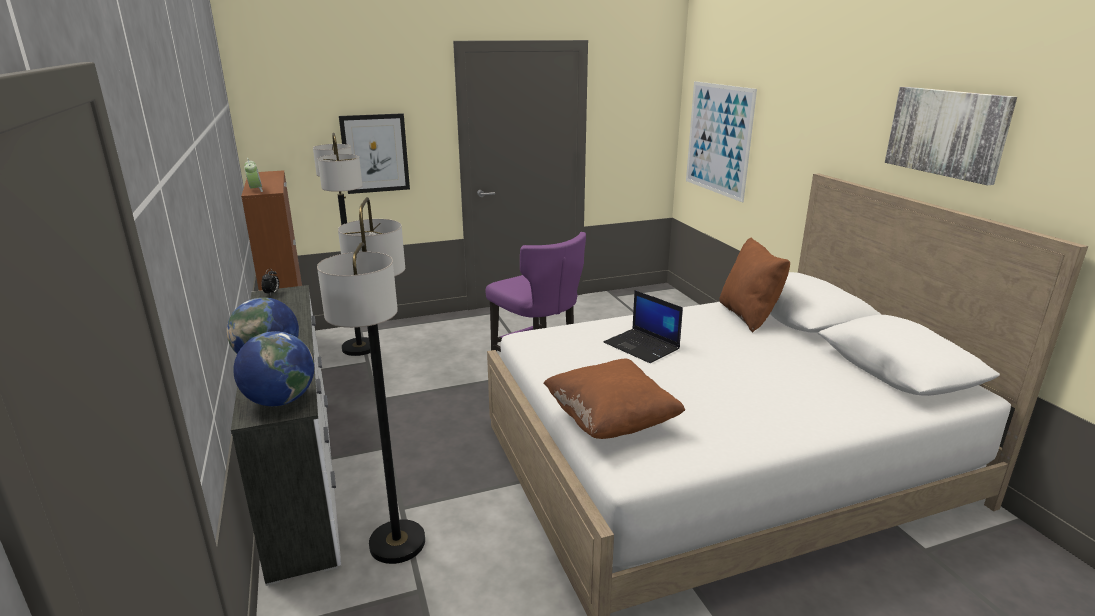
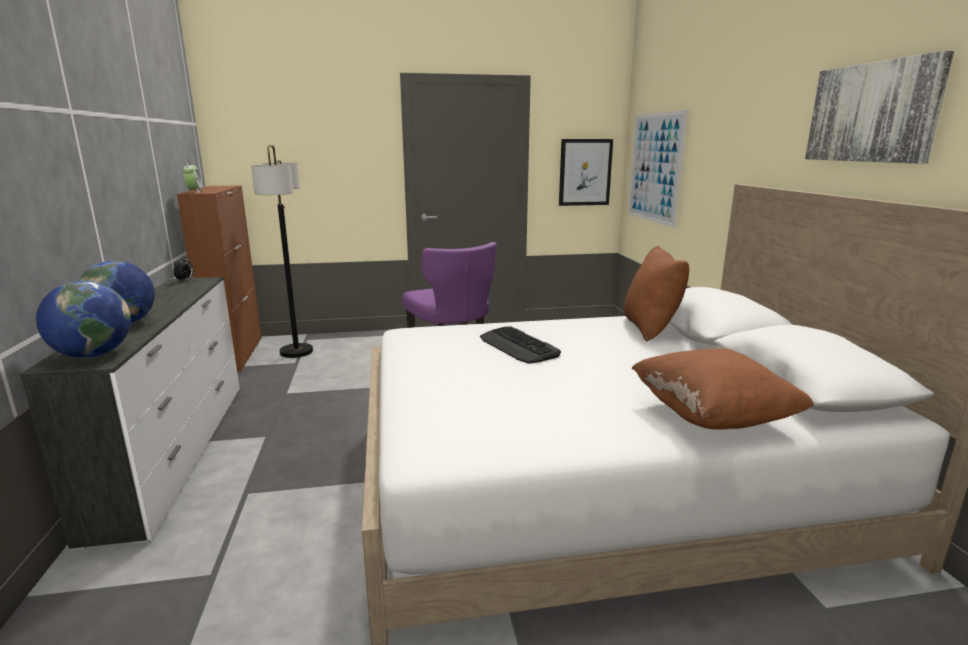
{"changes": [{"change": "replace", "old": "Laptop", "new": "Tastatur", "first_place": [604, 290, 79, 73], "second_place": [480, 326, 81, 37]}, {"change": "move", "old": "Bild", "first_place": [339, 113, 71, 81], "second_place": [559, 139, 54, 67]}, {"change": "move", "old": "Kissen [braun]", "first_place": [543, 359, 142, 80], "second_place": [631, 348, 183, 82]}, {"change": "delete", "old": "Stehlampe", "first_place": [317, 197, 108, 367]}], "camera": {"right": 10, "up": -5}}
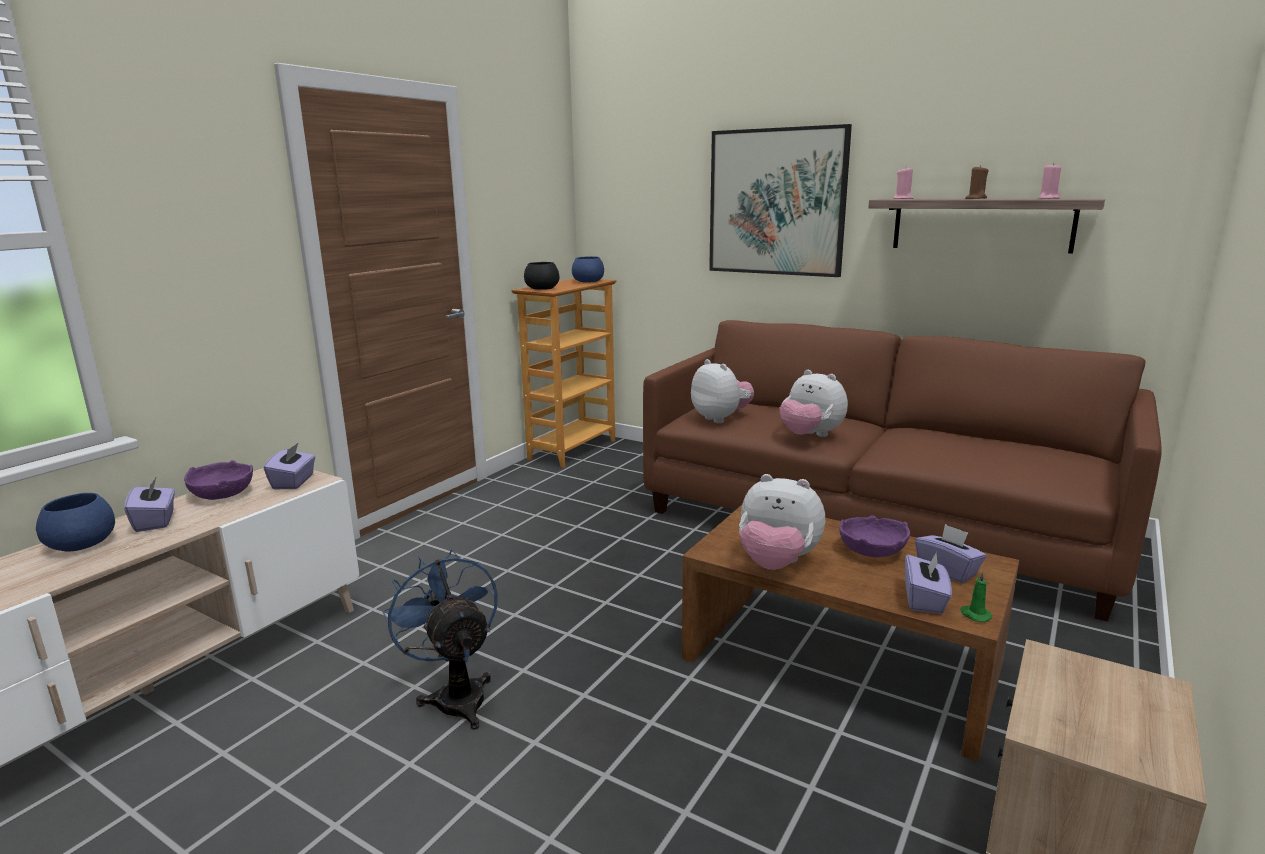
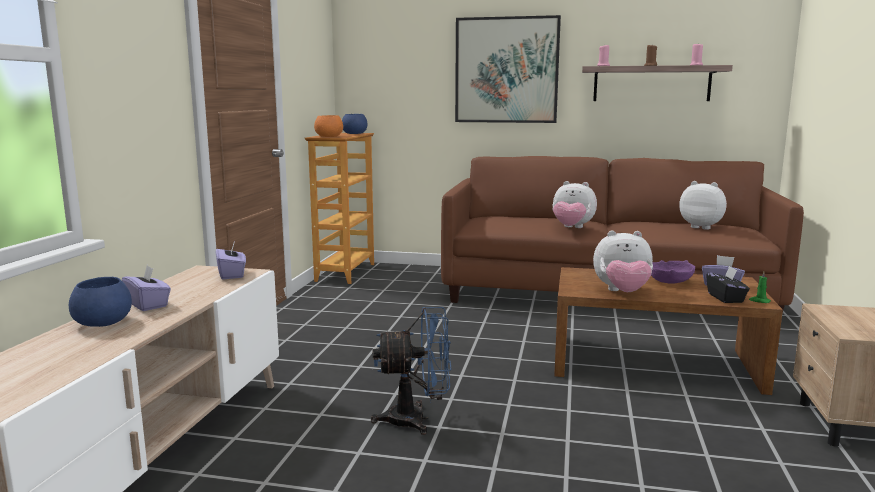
{"changes": [{"change": "recolor", "old": "Schüssel [schwarz]", "new": "Schüssel [orange]", "first_place": [524, 262, 35, 28], "second_place": [314, 115, 29, 22]}, {"change": "rotate", "old": "Ventilator [blau]", "first_place": [383, 550, 115, 179], "second_place": [371, 307, 80, 128], "degrees": 135}, {"change": "move", "old": "Plüschtier", "first_place": [691, 359, 63, 64], "second_place": [679, 181, 48, 49]}, {"change": "recolor", "old": "Taschentuchbox [lila]", "new": "Taschentuchbox [schwarz]", "first_place": [905, 552, 47, 62], "second_place": [706, 266, 44, 37]}, {"change": "delete", "old": "Schüssel [lila]", "first_place": [184, 460, 69, 40]}], "camera": {"right": -20, "up": -5}}
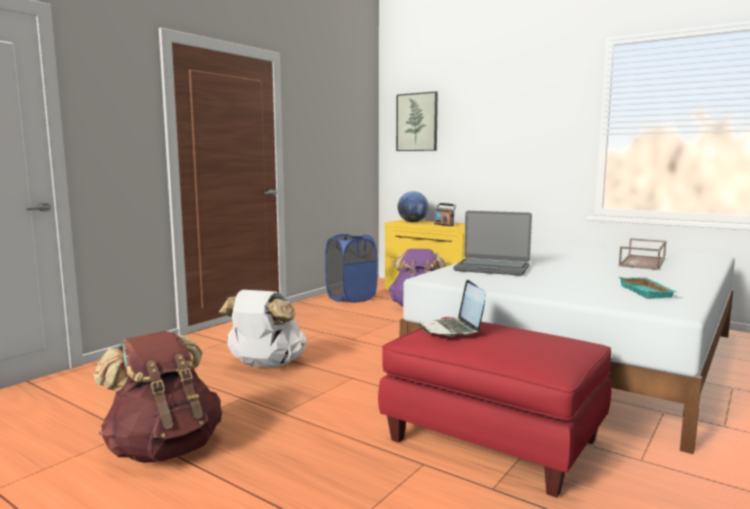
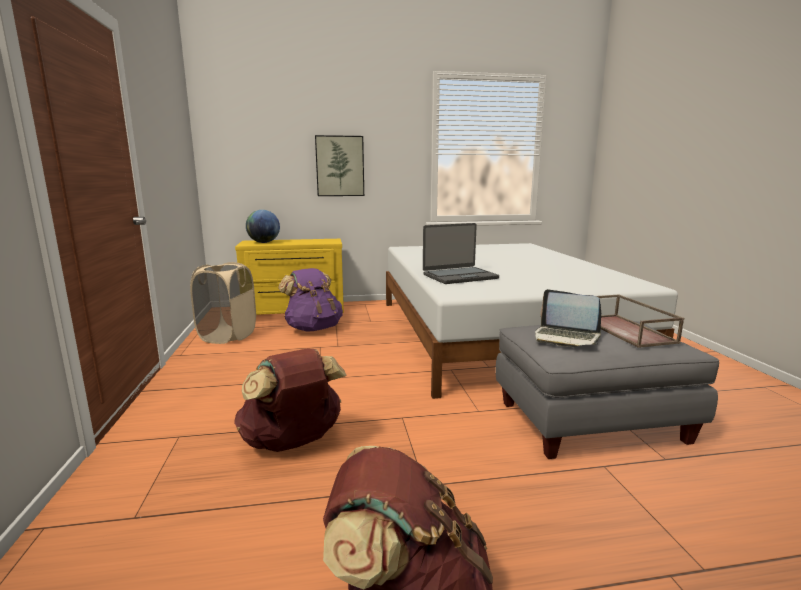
{"changes": [{"change": "recolor", "old": "Wäschekorb [blau]", "new": "Wäschekorb [beige]", "first_place": [325, 234, 52, 69], "second_place": [190, 262, 66, 82]}, {"change": "recolor", "old": "Rucksack [weiß]", "new": "Rucksack [braun]", "first_place": [219, 290, 88, 78], "second_place": [234, 348, 113, 104]}, {"change": "move", "old": "Bild", "first_place": [396, 92, 42, 59], "second_place": [315, 135, 49, 61]}, {"change": "recolor", "old": "Polsterhocker [rot]", "new": "Polsterhocker [grau]", "first_place": [378, 317, 234, 181], "second_place": [495, 321, 224, 138]}, {"change": "move", "old": "Tablett [braun]", "first_place": [619, 238, 47, 32], "second_place": [597, 294, 87, 54]}, {"change": "delete", "old": "Radio", "first_place": [434, 203, 22, 23]}, {"change": "delete", "old": "Tablett [türkis]", "first_place": [619, 277, 58, 22]}], "camera": {"right": -45, "up": 5}}
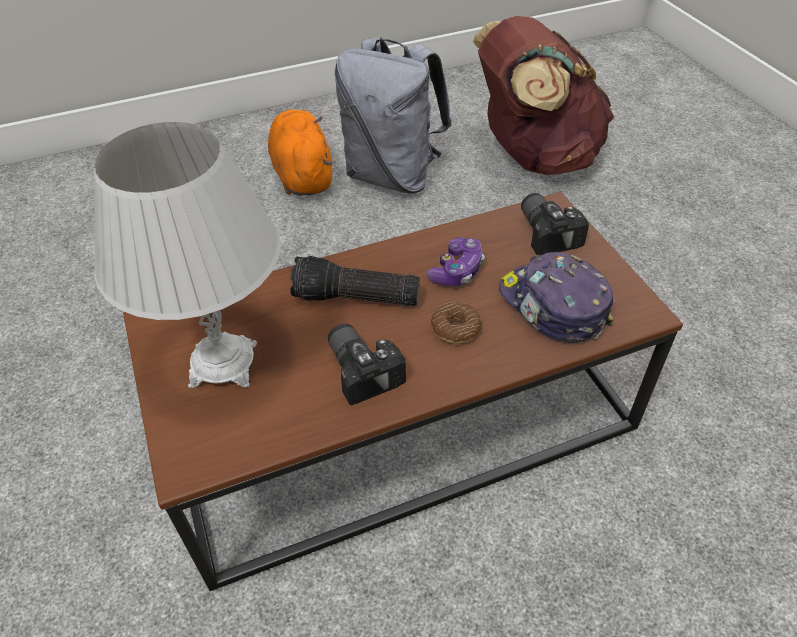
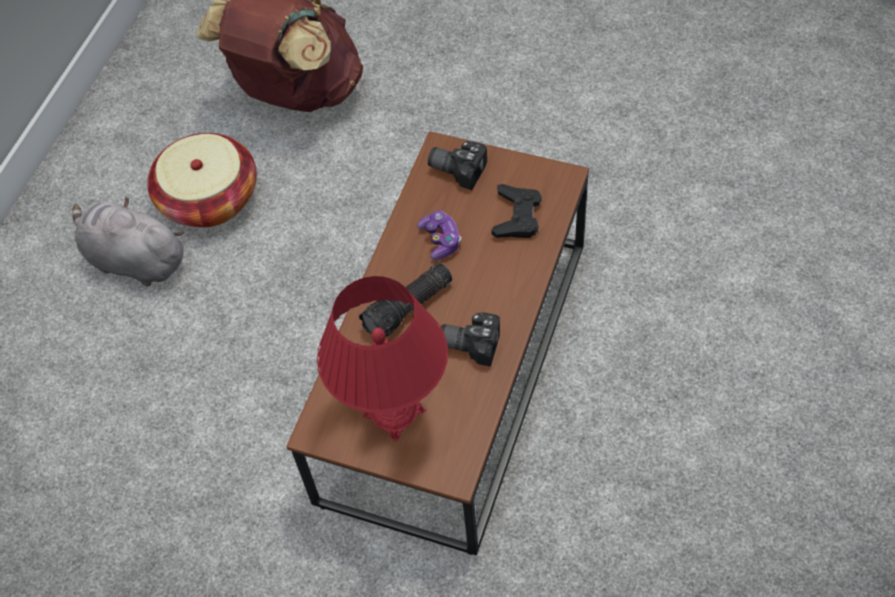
{"changes": [{"change": "recolor", "old": "Plüschtier [orange]", "new": "Plüschtier [grau]", "first_place": [268, 110, 64, 86], "second_place": [72, 197, 112, 89]}, {"change": "replace", "old": "Rucksack [grau]", "new": "Korb", "first_place": [335, 37, 117, 156], "second_place": [147, 133, 110, 94]}, {"change": "recolor", "old": "Tischlampe [weiß]", "new": "Tischlampe [rot]", "first_place": [94, 122, 187, 266], "second_place": [317, 276, 131, 166]}, {"change": "replace", "old": "Kappe", "new": "Gamepad [schwarz]", "first_place": [499, 252, 115, 91], "second_place": [491, 184, 50, 54]}, {"change": "delete", "old": "Donut", "first_place": [431, 302, 50, 42]}], "camera": {"right": -45, "up": 10}}
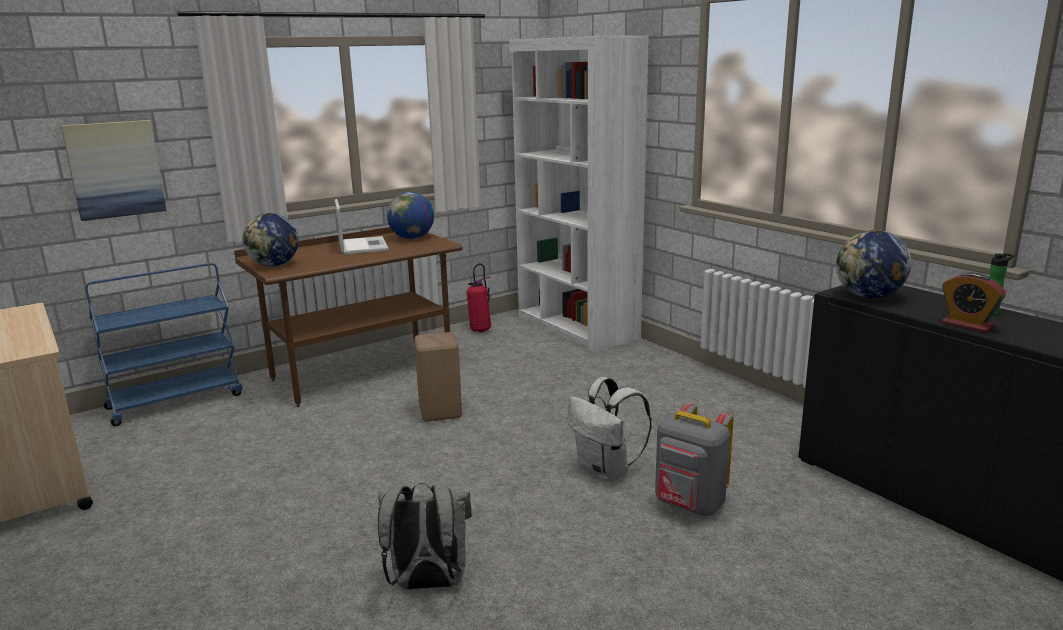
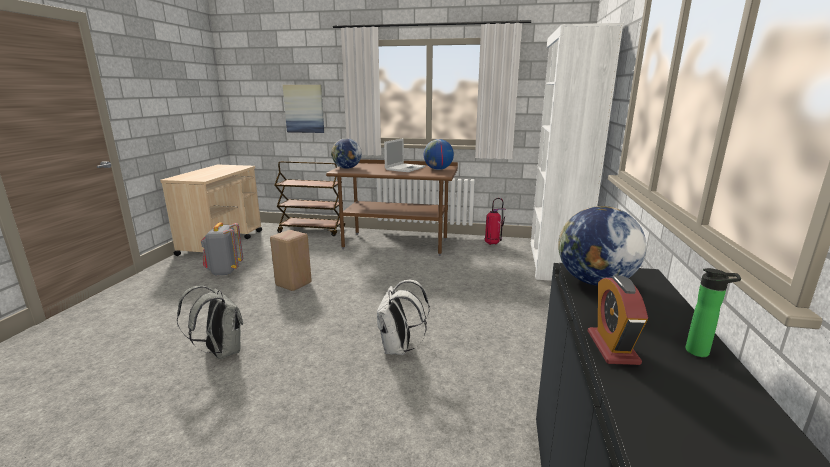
{"changes": [{"change": "move", "old": "Rucksack [grau]", "first_place": [655, 403, 78, 113], "second_place": [201, 222, 43, 54]}, {"change": "move", "old": "Hocker [beige]", "first_place": [414, 332, 48, 90], "second_place": [270, 230, 42, 61]}, {"change": "recolor", "old": "Rollwagen [blau]", "new": "Rollwagen [braun]", "first_place": [85, 263, 157, 163], "second_place": [274, 161, 71, 75]}], "camera": {"right": 45, "up": 0}}
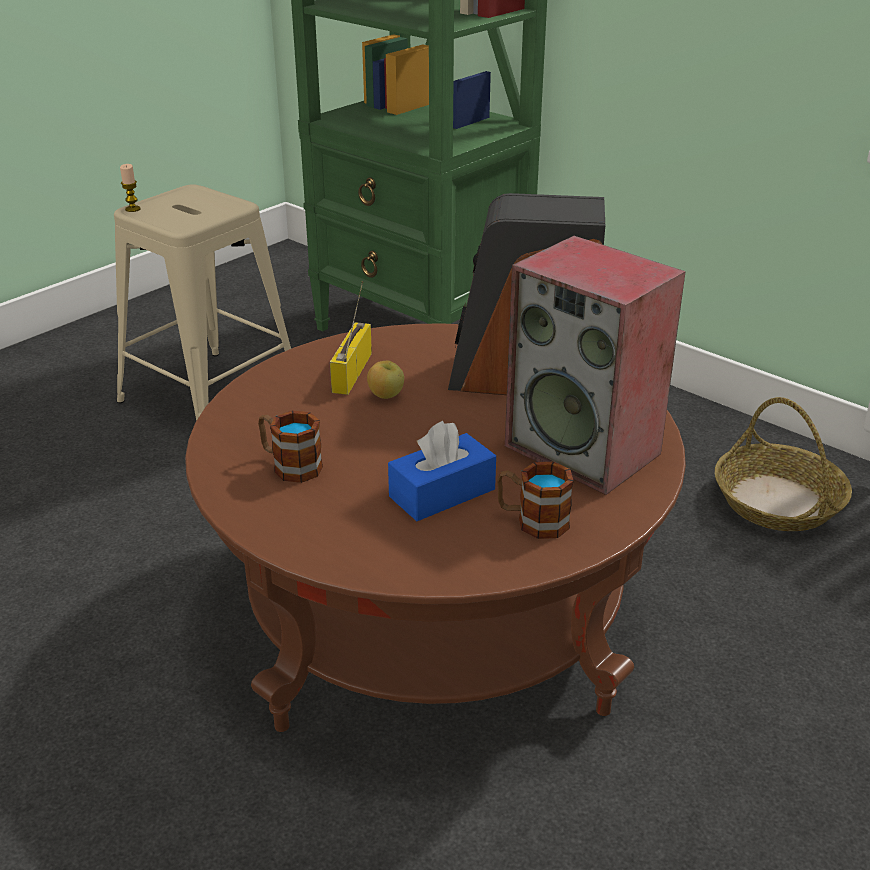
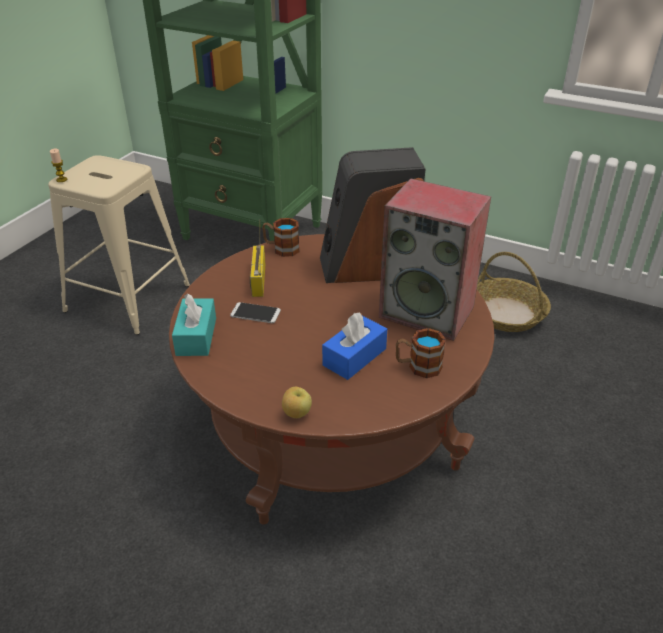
{"changes": [{"change": "insert", "new": "Taschentuchbox [türkis]", "second_place": [172, 294, 44, 62]}, {"change": "insert", "new": "Handy", "second_place": [230, 302, 51, 21]}, {"change": "move", "old": "Henkelbecher", "first_place": [258, 411, 65, 72], "second_place": [262, 218, 38, 39]}, {"change": "move", "old": "Apfel", "first_place": [367, 361, 37, 38], "second_place": [282, 387, 30, 31]}], "camera": {"right": -15, "up": 5}}
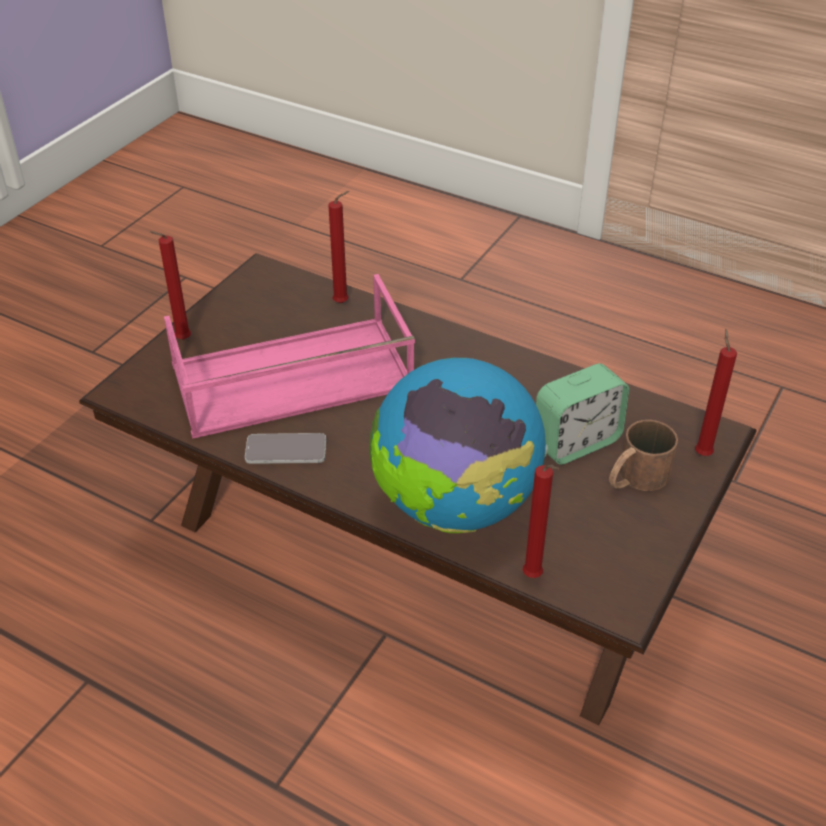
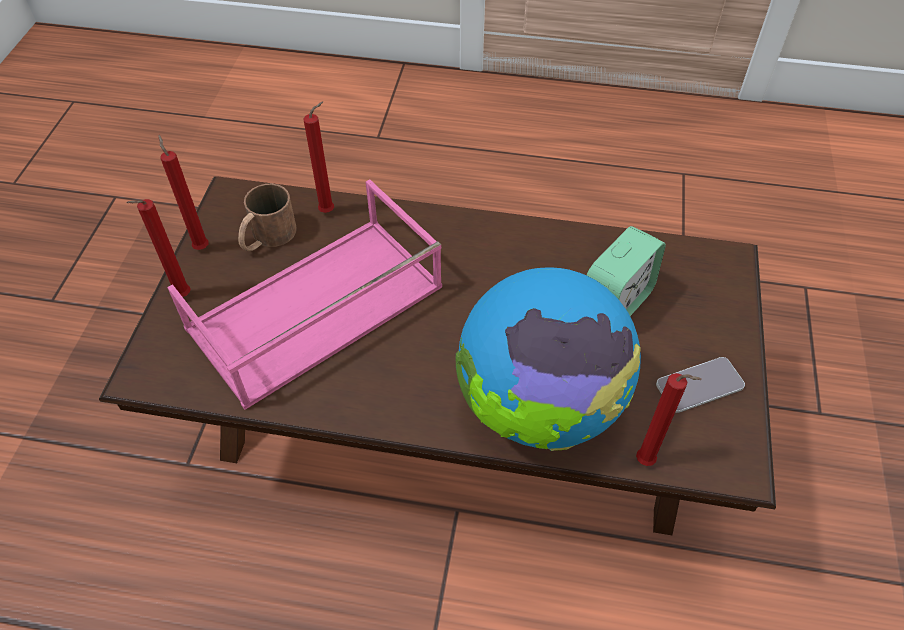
{"changes": [{"change": "move", "old": "Kerze [rot]", "first_place": [695, 329, 42, 127], "second_place": [158, 135, 51, 115]}, {"change": "move", "old": "Henkelbecher [braun]", "first_place": [609, 420, 69, 71], "second_place": [238, 184, 59, 67]}, {"change": "move", "old": "Handy", "first_place": [245, 433, 81, 31], "second_place": [656, 357, 89, 56]}], "camera": {"right": -20, "up": 10}}
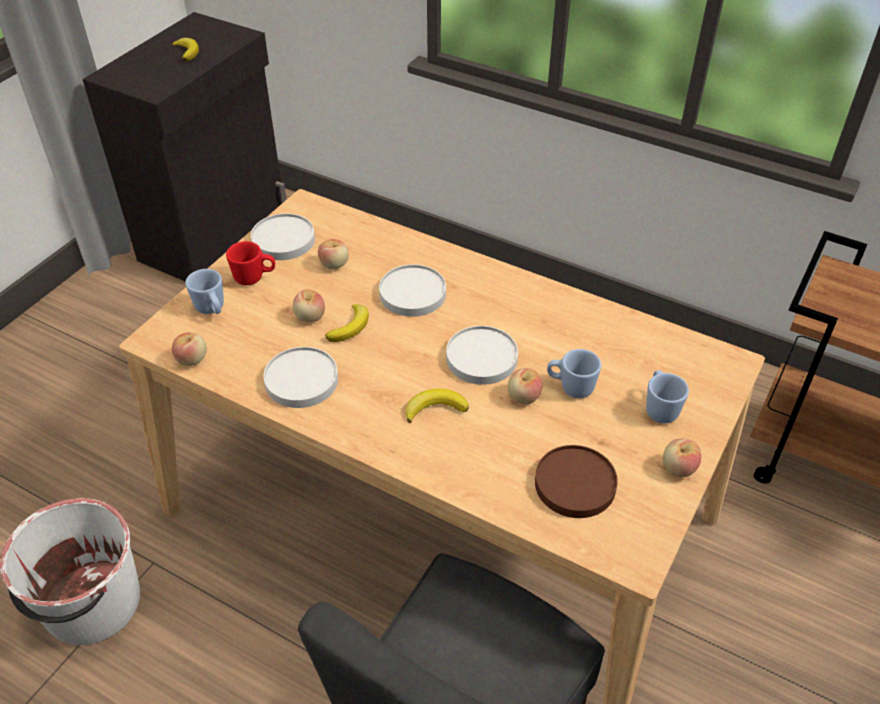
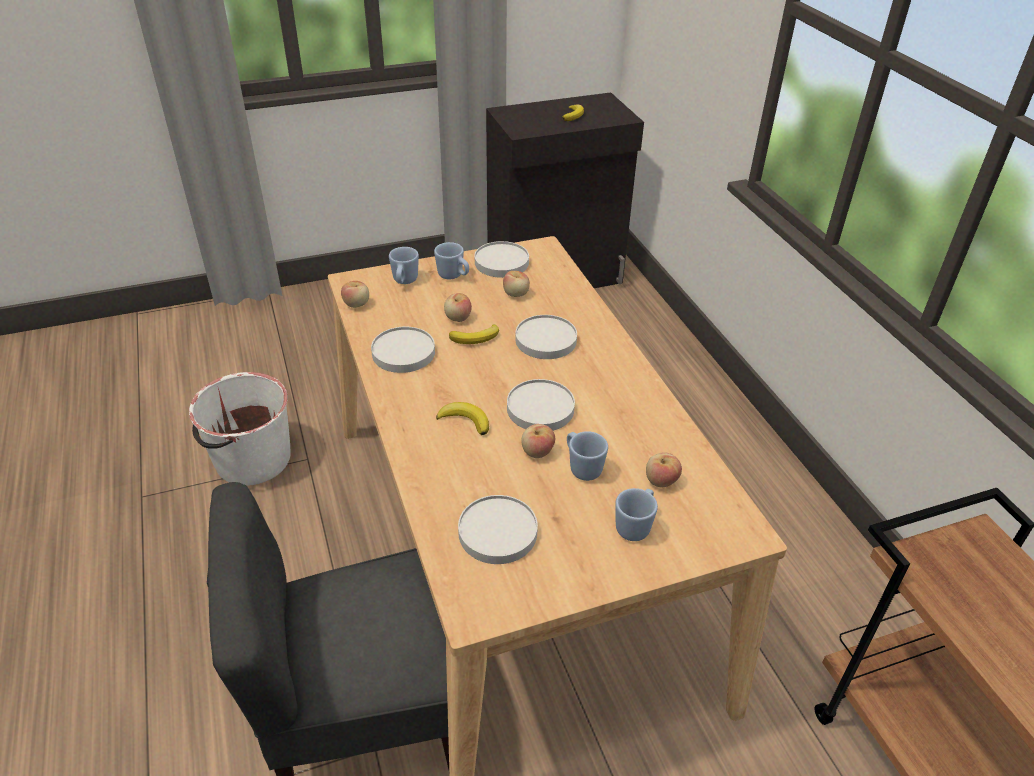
{"changes": [{"change": "recolor", "old": "Henkelbecher [rot]", "new": "Henkelbecher [blau]", "first_place": [226, 241, 49, 44], "second_place": [434, 242, 35, 37]}, {"change": "recolor", "old": "Teller [braun]", "new": "Teller [weiß]", "first_place": [535, 445, 83, 73], "second_place": [458, 495, 80, 69]}, {"change": "move", "old": "Apfel", "first_place": [663, 439, 38, 38], "second_place": [646, 452, 36, 35]}], "camera": {"right": 40, "up": -5}}
